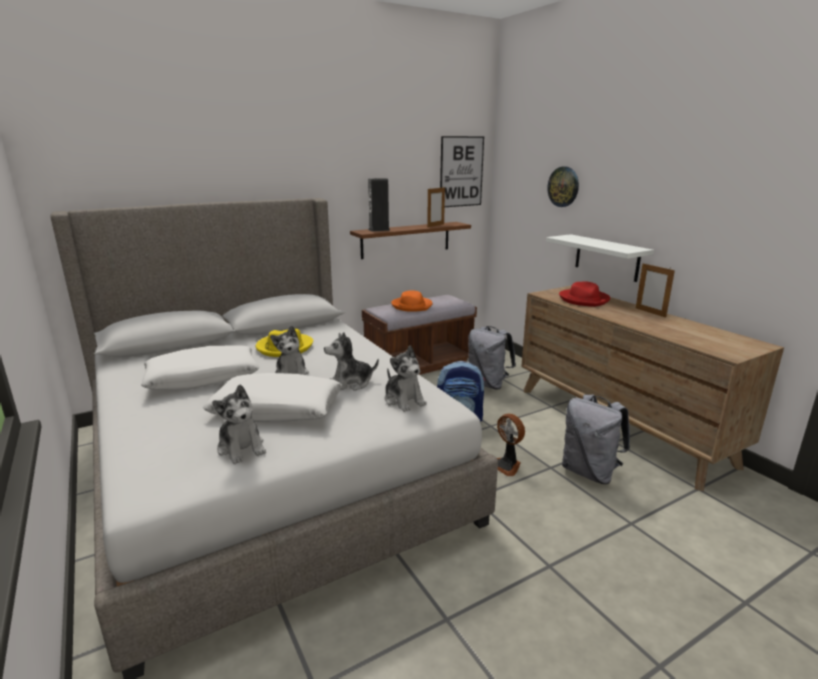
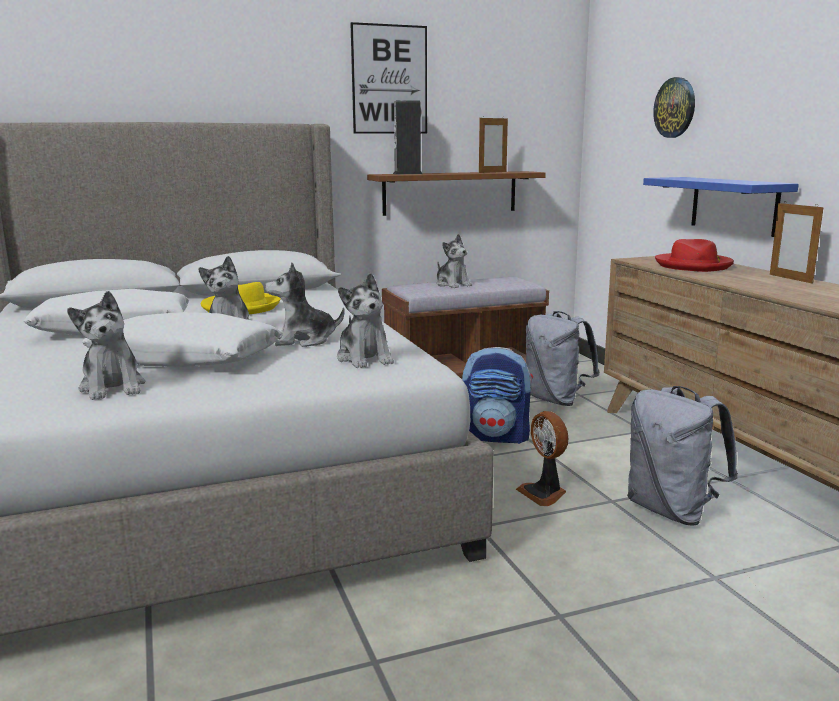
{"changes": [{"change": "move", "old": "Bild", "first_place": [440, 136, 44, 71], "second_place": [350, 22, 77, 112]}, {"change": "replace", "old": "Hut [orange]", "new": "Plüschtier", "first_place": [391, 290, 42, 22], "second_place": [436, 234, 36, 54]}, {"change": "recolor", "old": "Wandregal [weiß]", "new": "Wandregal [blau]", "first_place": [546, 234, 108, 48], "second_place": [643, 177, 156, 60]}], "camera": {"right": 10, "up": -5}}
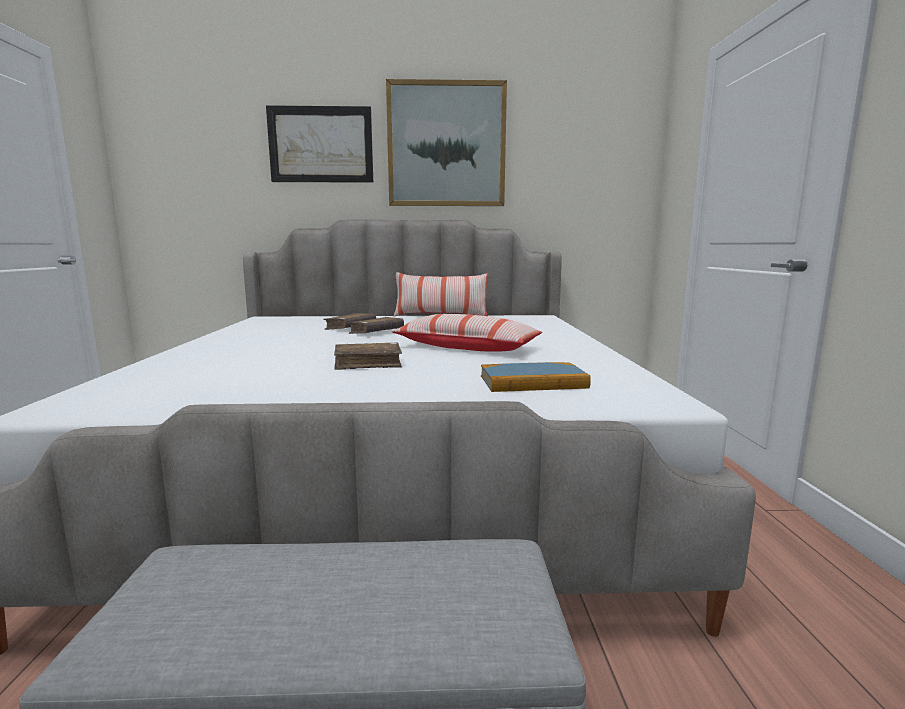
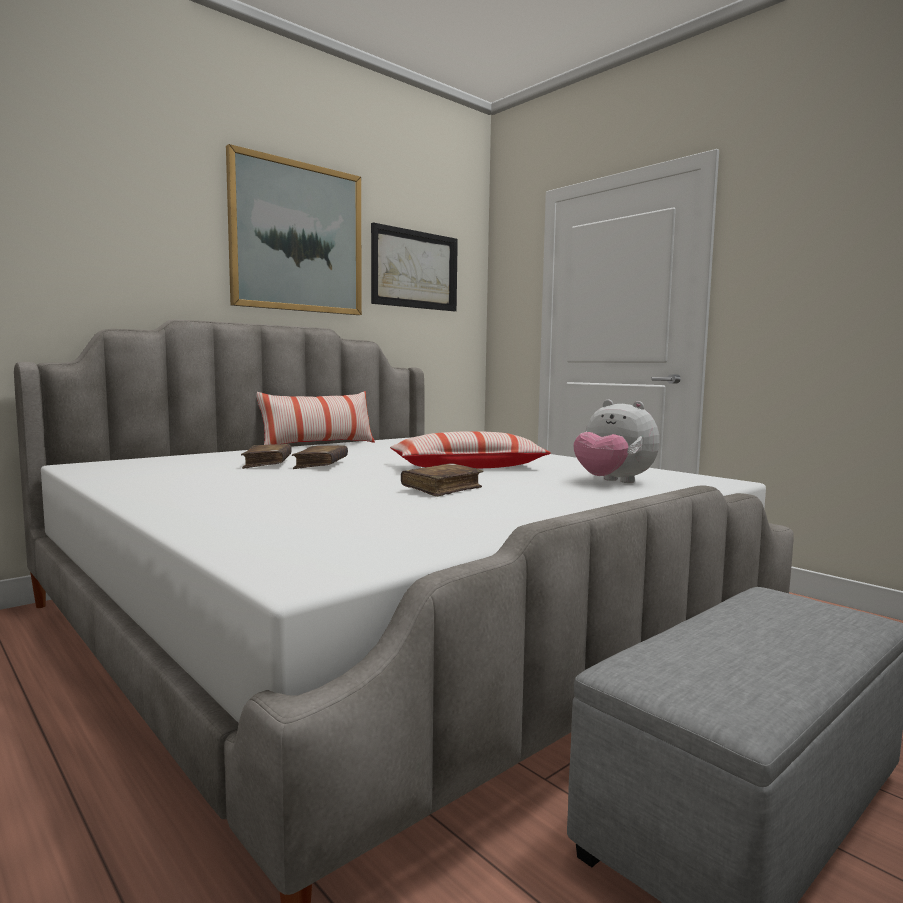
{"changes": [{"change": "move", "old": "Bild", "first_place": [266, 105, 107, 78], "second_place": [371, 223, 87, 88]}, {"change": "replace", "old": "Buch", "new": "Plüschtier", "first_place": [481, 362, 110, 30], "second_place": [573, 400, 86, 83]}], "camera": {"right": -40, "up": -5}}
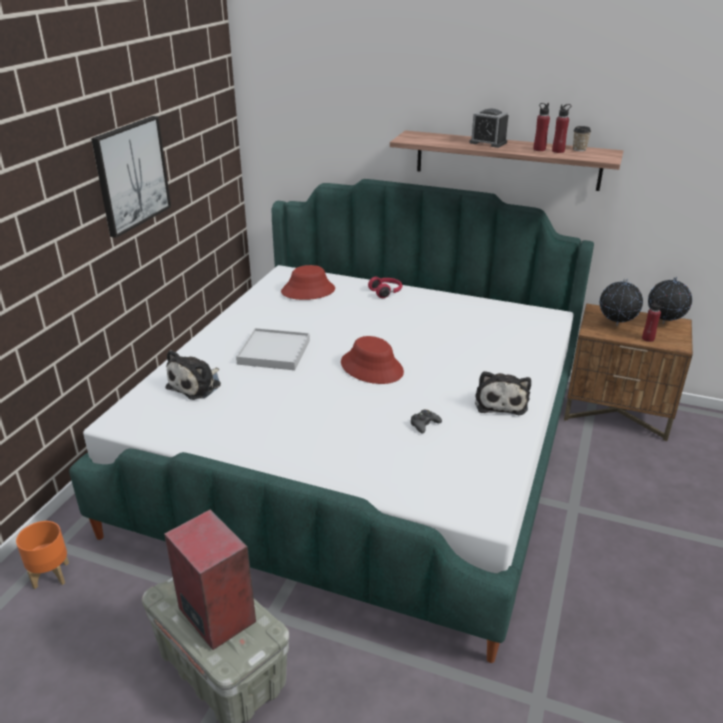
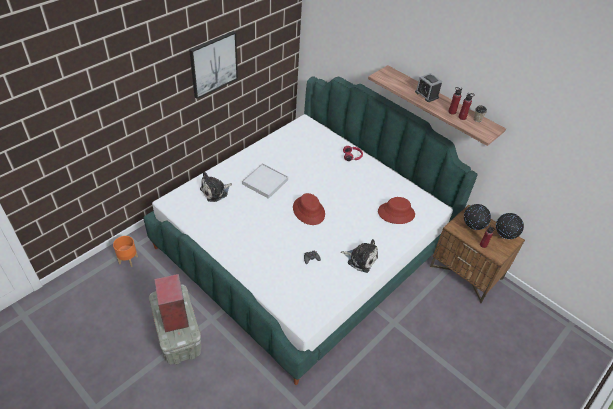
{"changes": [{"change": "rotate", "old": "Plüschtier", "first_place": [475, 371, 56, 44], "second_place": [341, 239, 37, 34], "degrees": -90}, {"change": "move", "old": "Hut [rot]", "first_place": [281, 265, 54, 35], "second_place": [378, 197, 37, 27]}], "camera": {"right": 20, "up": 15}}
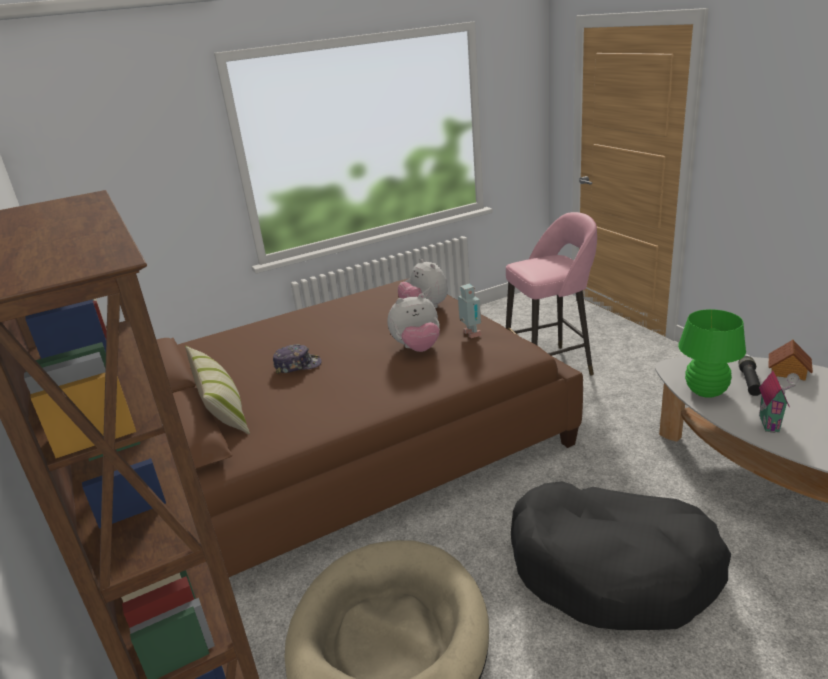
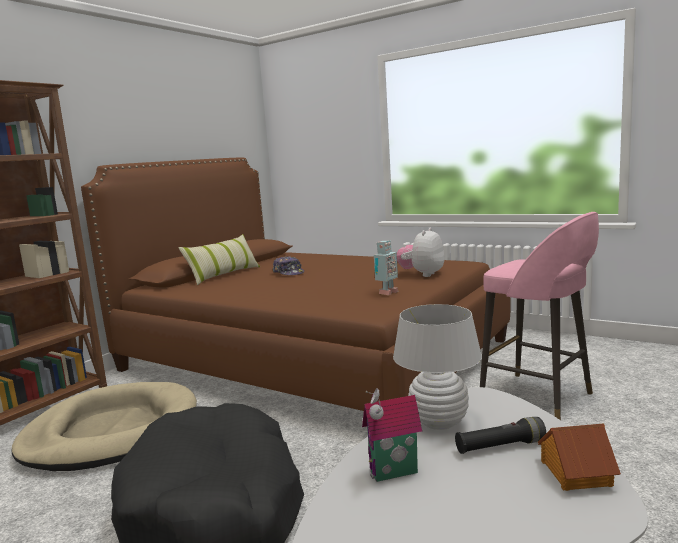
{"changes": [{"change": "recolor", "old": "Tischlampe [grün]", "new": "Tischlampe [weiß]", "first_place": [678, 309, 68, 89], "second_place": [393, 304, 89, 126]}, {"change": "delete", "old": "Plüschtier", "first_place": [387, 294, 53, 58]}], "camera": {"right": 60, "up": -15}}
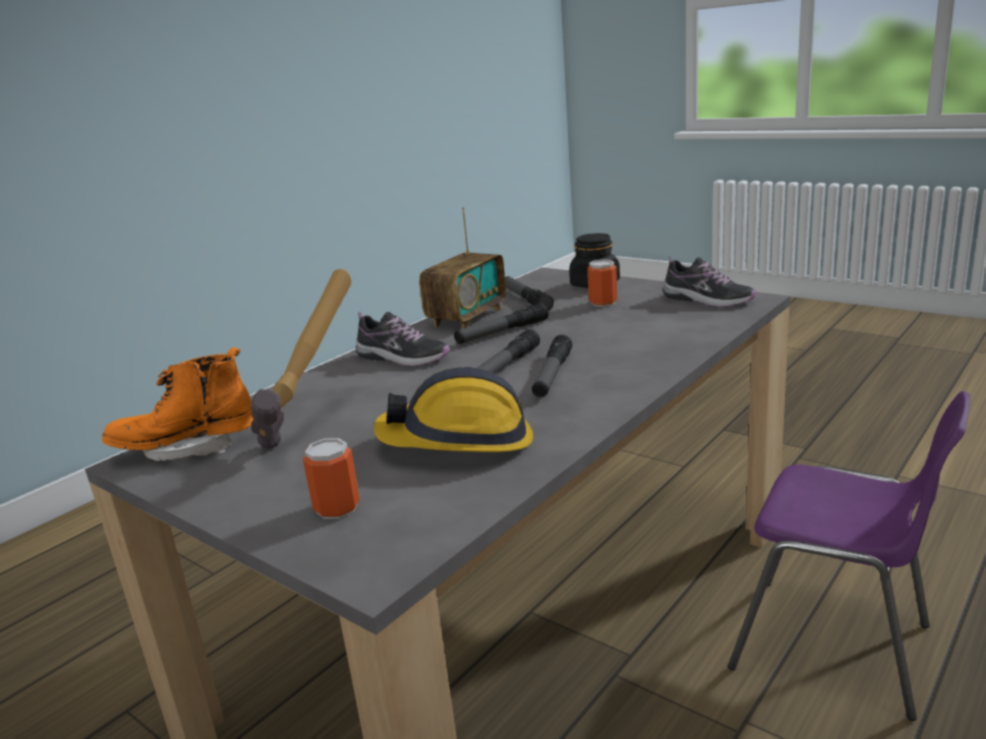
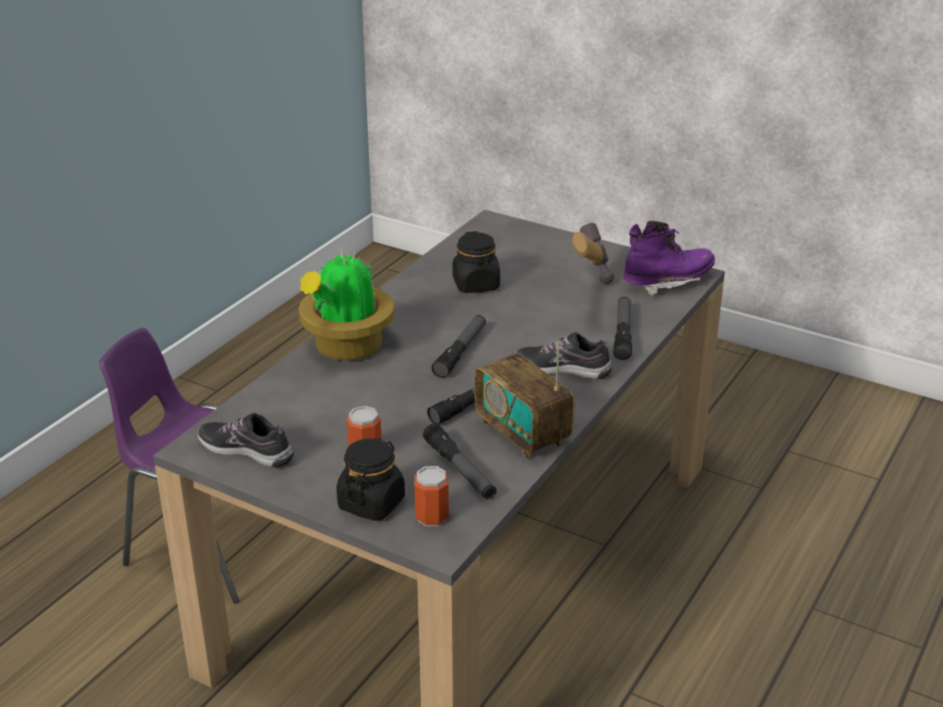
{"changes": [{"change": "insert", "new": "Topfpflanze", "second_place": [299, 249, 96, 112]}, {"change": "move", "old": "Dose", "first_place": [303, 438, 57, 81], "second_place": [414, 466, 35, 60]}, {"change": "replace", "old": "Schutzhelm", "new": "Vorratsglas [schwarz]", "first_place": [374, 367, 159, 85], "second_place": [452, 231, 48, 62]}, {"change": "rotate", "old": "Radio", "first_place": [419, 207, 87, 122], "second_place": [475, 340, 100, 120], "degrees": -60}, {"change": "move", "old": "Taschenlampe", "first_place": [532, 335, 40, 62], "second_place": [613, 297, 19, 63]}, {"change": "recolor", "old": "Stiefel [orange]", "new": "Stiefel [lila]", "first_place": [102, 348, 152, 113], "second_place": [624, 220, 91, 77]}], "camera": {"right": 170, "up": 10}}
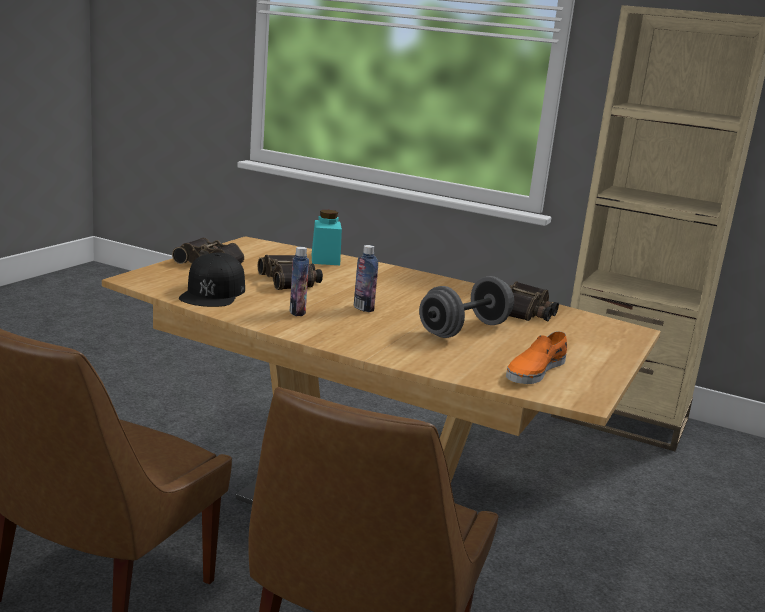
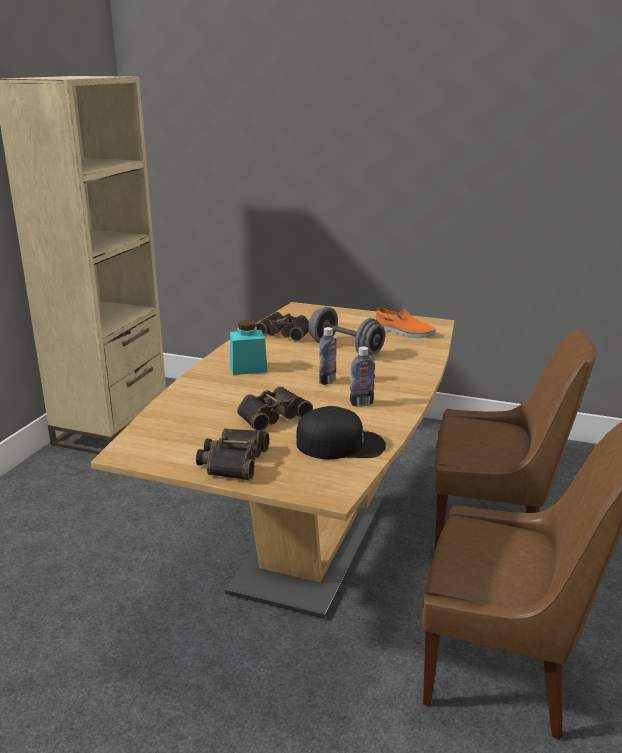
{"changes": [{"change": "move", "old": "Vorratsglas [türkis]", "first_place": [312, 210, 30, 55], "second_place": [230, 320, 37, 55]}], "camera": {"right": -95, "up": 5}}
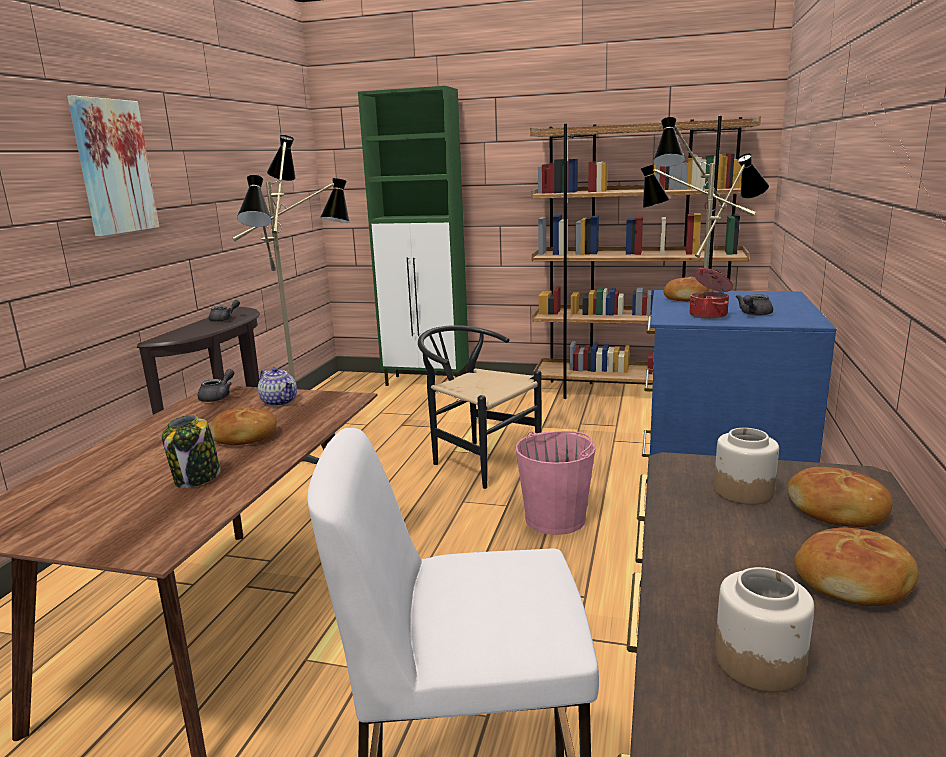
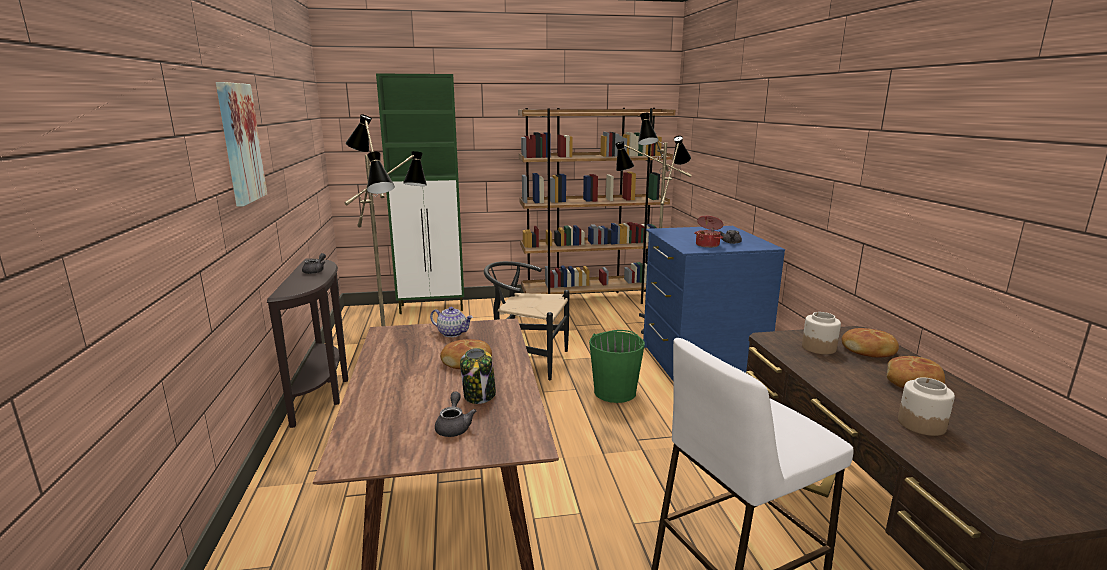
{"changes": [{"change": "move", "old": "Teekanne [grau]", "first_place": [197, 369, 37, 33], "second_place": [435, 392, 41, 45]}, {"change": "recolor", "old": "Eimer [rosa]", "new": "Eimer [grün]", "first_place": [515, 431, 81, 104], "second_place": [589, 330, 56, 73]}, {"change": "delete", "old": "Brot", "first_place": [663, 277, 50, 24]}], "camera": {"right": -25, "up": 0}}
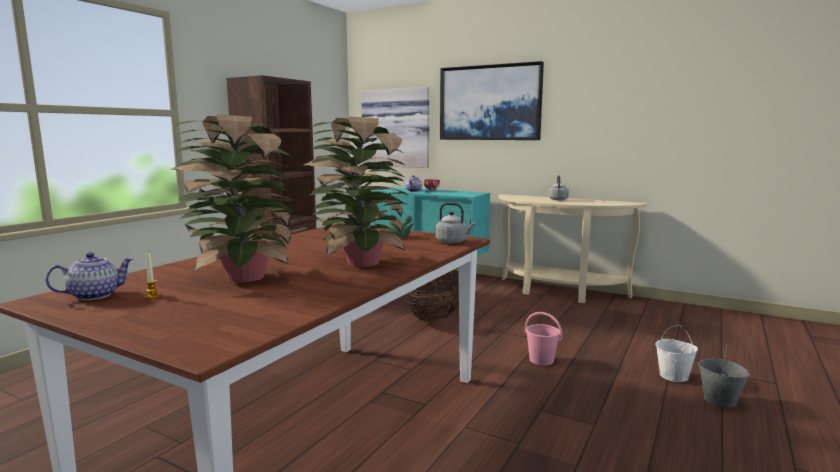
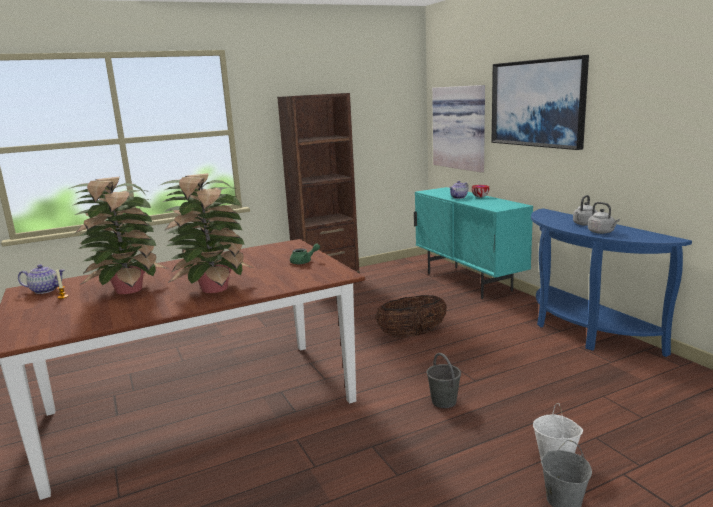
{"changes": [{"change": "recolor", "old": "Eimer [rosa]", "new": "Eimer [grau]", "first_place": [525, 312, 37, 54], "second_place": [427, 353, 34, 55]}, {"change": "recolor", "old": "Konsolentisch [beige]", "new": "Konsolentisch [blau]", "first_place": [498, 194, 149, 109], "second_place": [531, 208, 161, 149]}, {"change": "move", "old": "Wasserkessel [grau]", "first_place": [435, 203, 41, 41], "second_place": [588, 202, 32, 32]}], "camera": {"right": 35, "up": 5}}
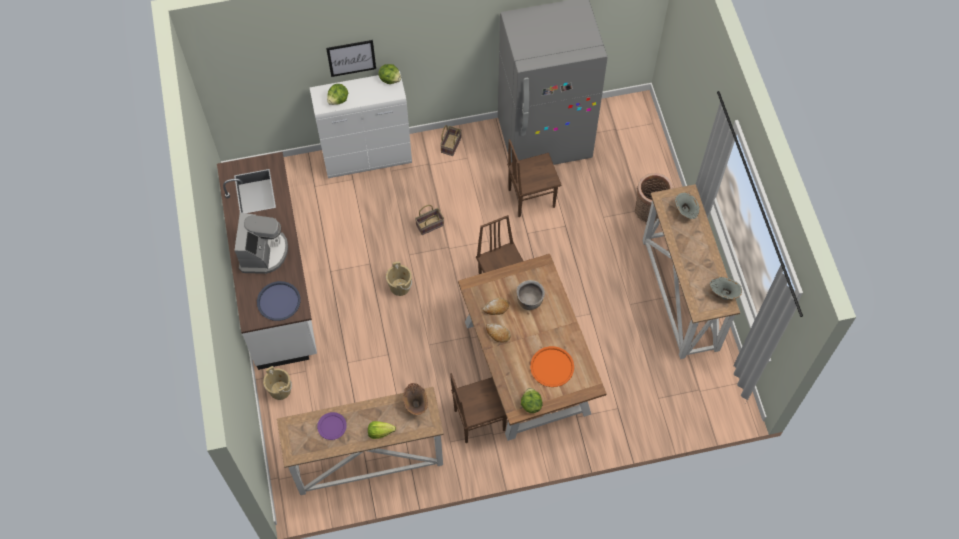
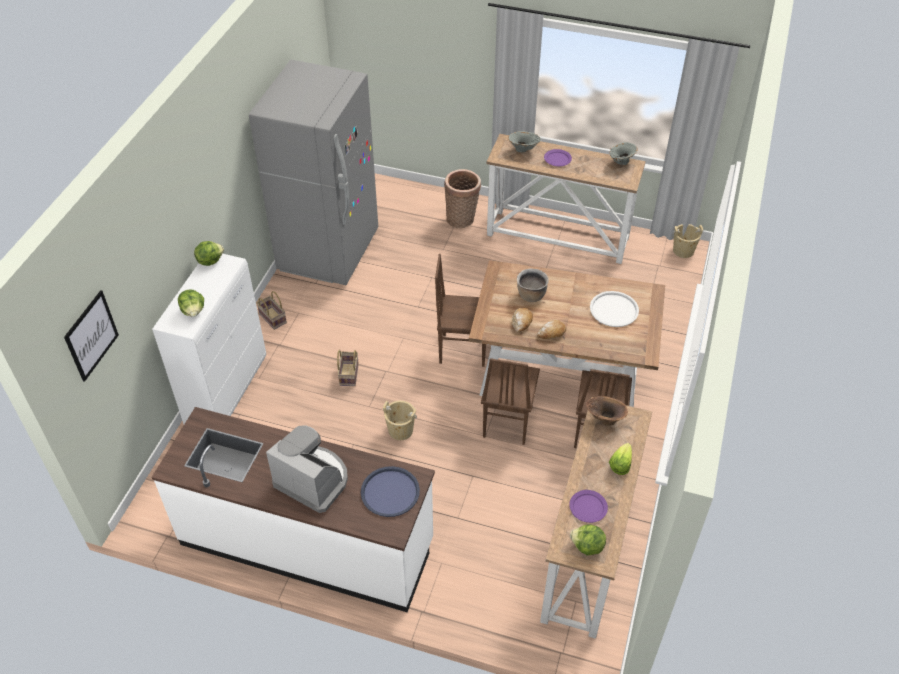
{"changes": [{"change": "move", "old": "Bild", "first_place": [326, 40, 50, 37], "second_place": [64, 290, 55, 92]}, {"change": "move", "old": "Stuhl [braun]", "first_place": [507, 139, 55, 78], "second_place": [481, 358, 59, 87]}, {"change": "insert", "new": "Teller [lila]", "second_place": [544, 149, 28, 17]}, {"change": "move", "old": "Salatkopf", "first_place": [521, 388, 22, 25], "second_place": [570, 524, 36, 31]}, {"change": "recolor", "old": "Tablett [orange]", "new": "Tablett [weiß]", "first_place": [530, 346, 44, 41], "second_place": [590, 291, 49, 36]}, {"change": "move", "old": "Eimer [beige]", "first_place": [263, 366, 29, 34], "second_place": [672, 224, 31, 34]}], "camera": {"right": -60, "up": -15}}
